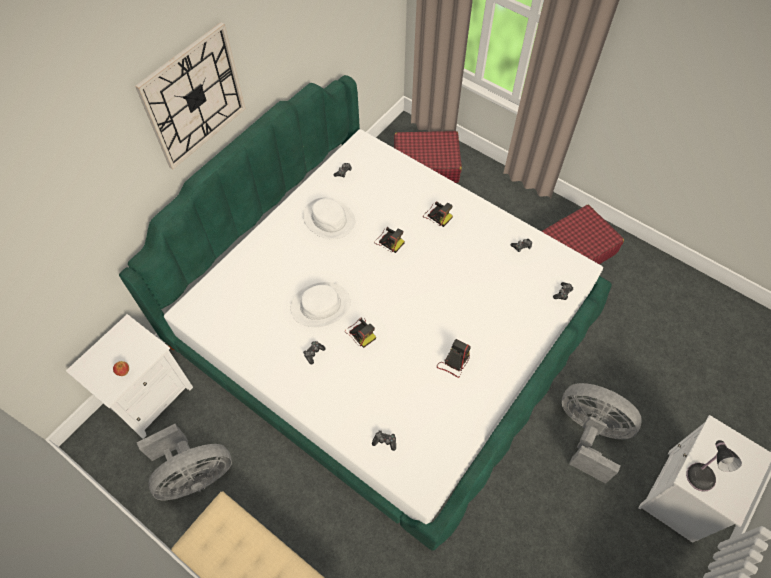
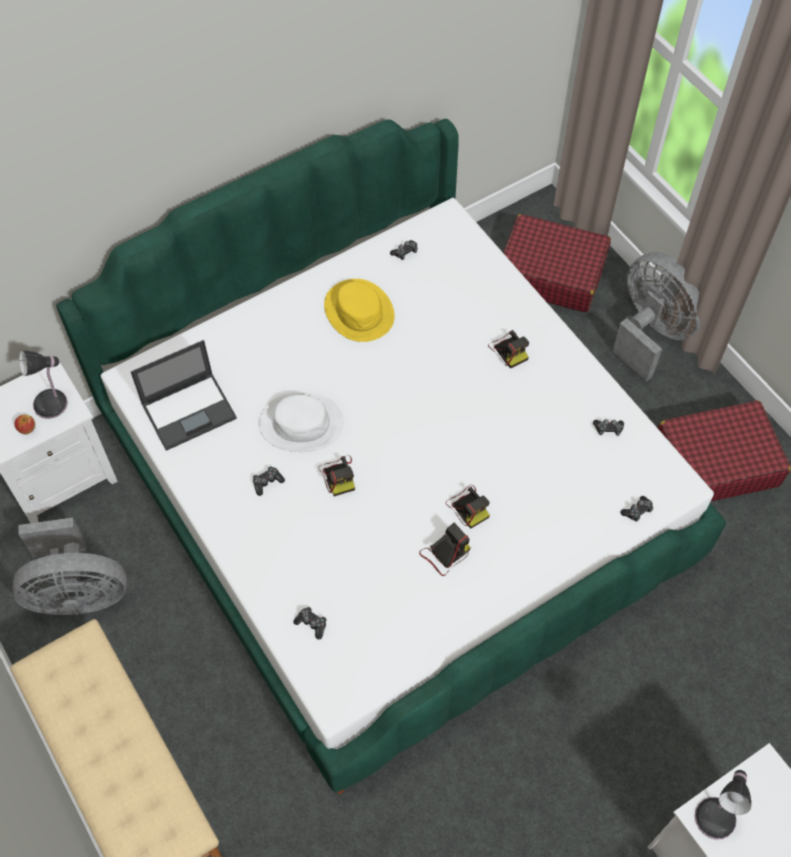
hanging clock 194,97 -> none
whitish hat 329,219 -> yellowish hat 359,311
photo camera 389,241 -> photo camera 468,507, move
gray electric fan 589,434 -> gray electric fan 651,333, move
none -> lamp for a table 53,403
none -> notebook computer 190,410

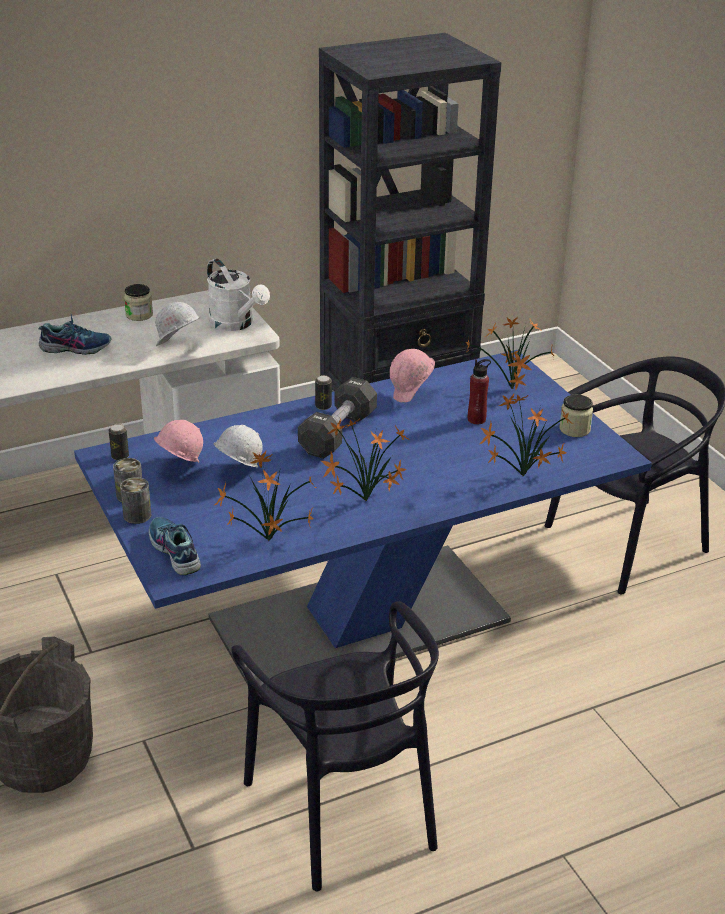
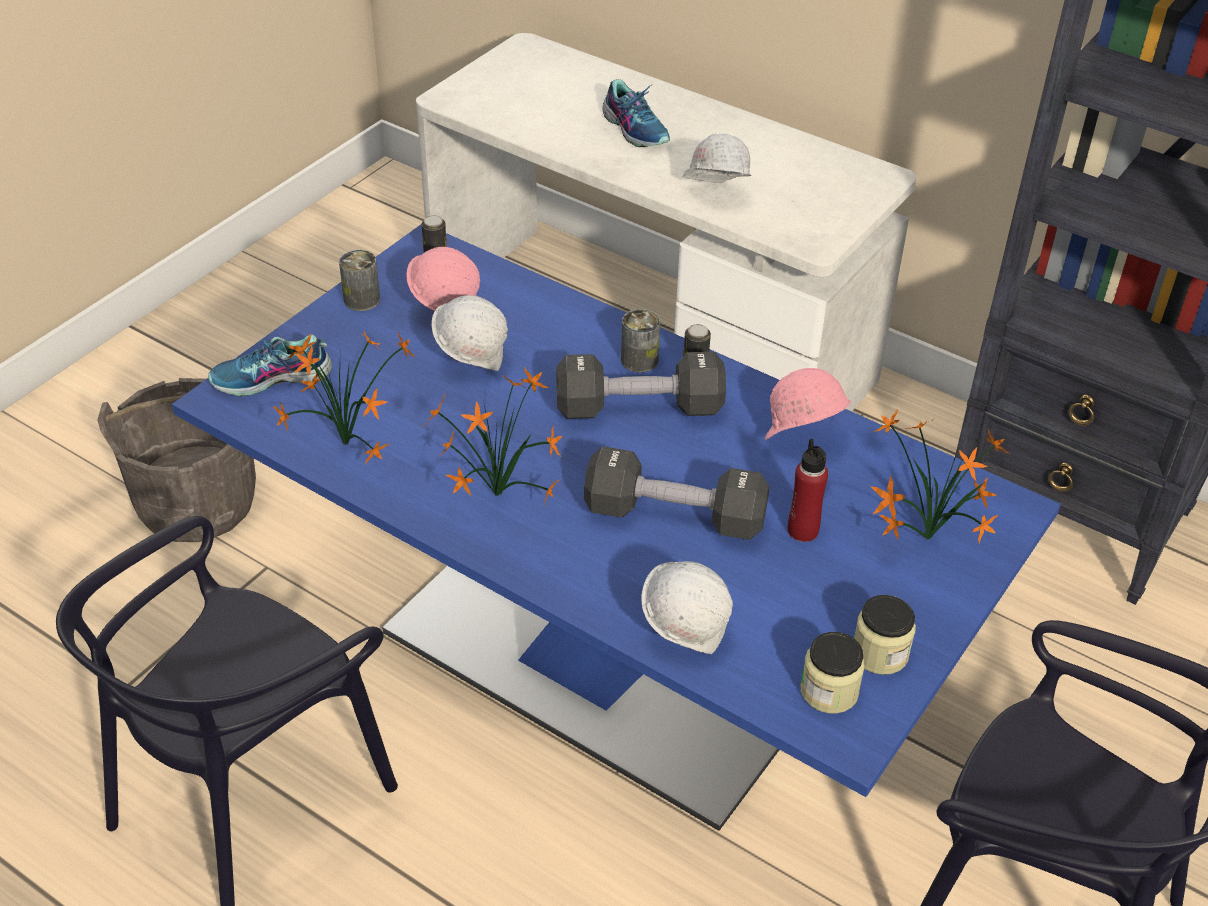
metal can 137,515 -> metal can 639,360, move
storage jar 139,315 -> storage jar 829,691, move
item of footwear 174,552 -> item of footwear 272,379, 135 degrees counterclockwise
whitish sprinkling can 236,324 -> none
houseplant 520,476 -> whitish safety helmet 687,633
none -> black-coloured free weight 674,516

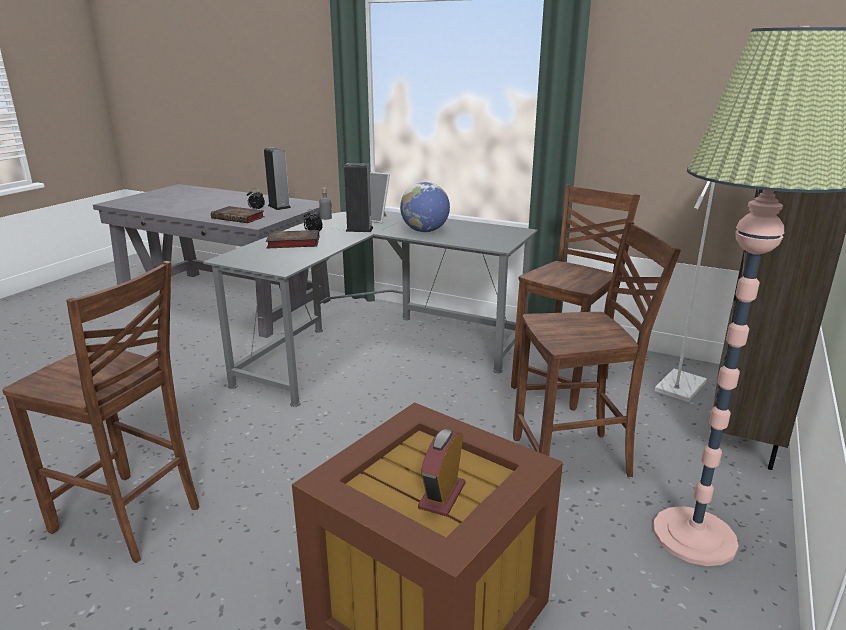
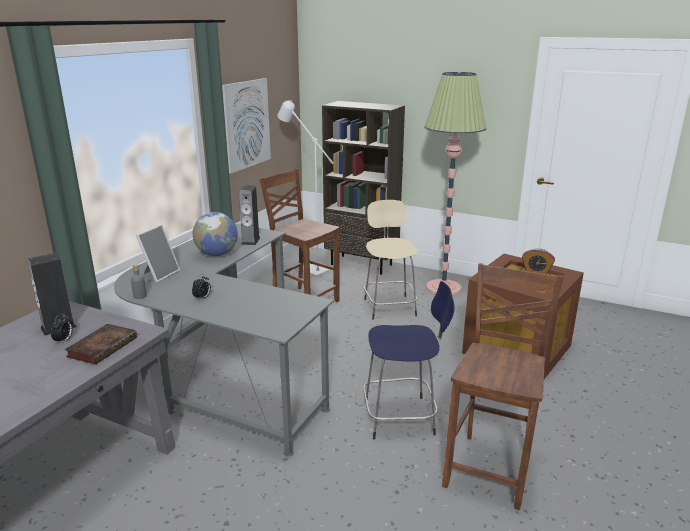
volume 292,243 -> none
audio speaker 359,229 -> audio speaker 250,241, move
brownish upright chair 574,459 -> sand-coloured stool seat 389,306
none -> wall picture 247,124
none -> blue-coloured stool seat 402,417

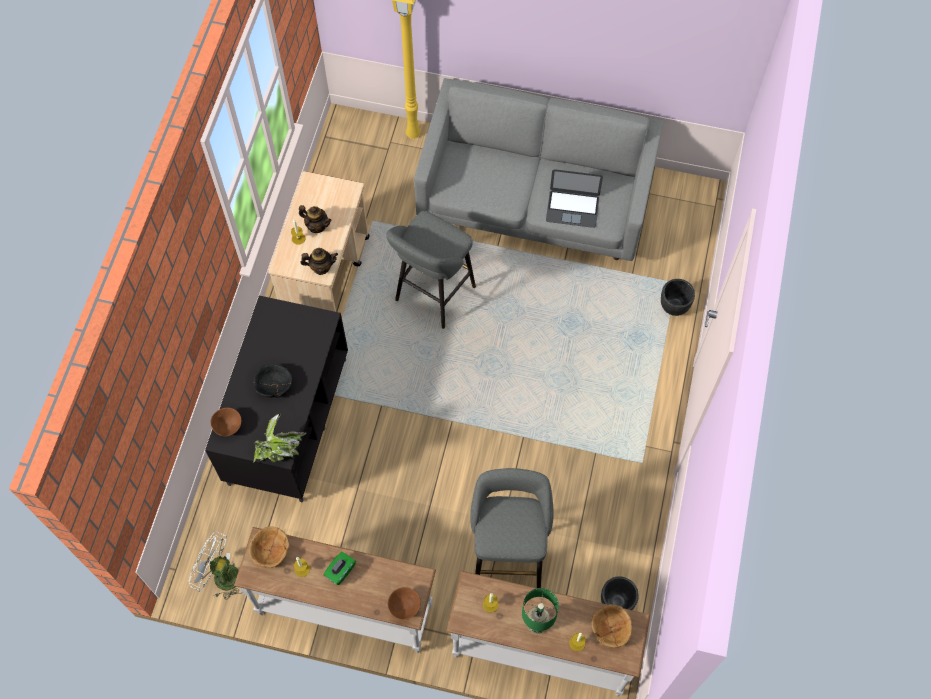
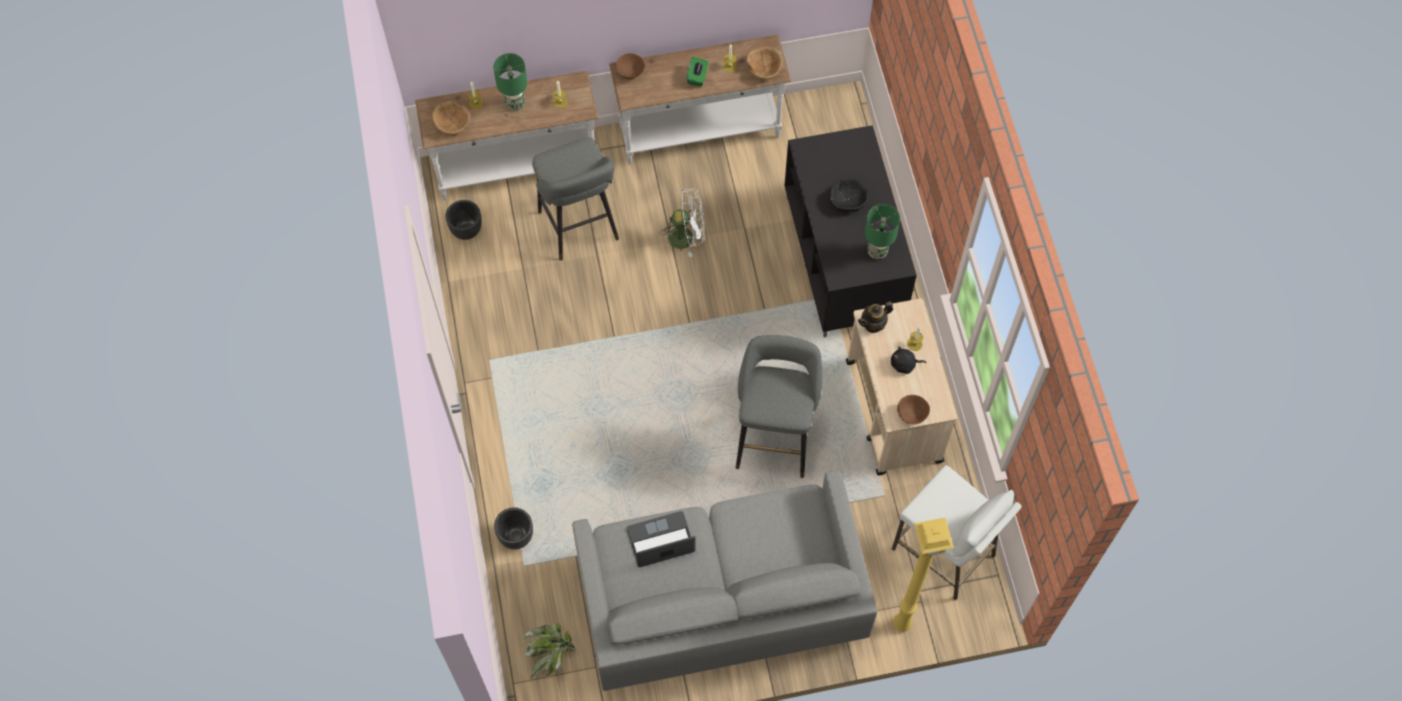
whitish electric fan 220,576 -> whitish electric fan 686,236, move
brownish deep dish 228,427 -> brownish deep dish 911,414, move
houseplant 279,451 -> houseplant 550,655, move
tea pot 317,226 -> black-coloured soft toy 904,364
none -> green-coloured lamp for a table 877,251
none -> whitish stool seat 944,552

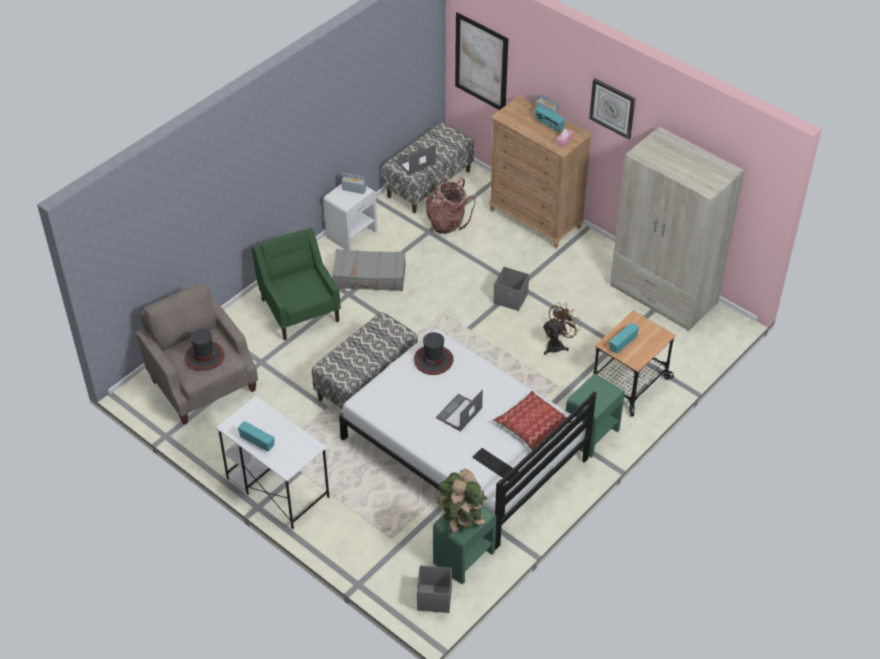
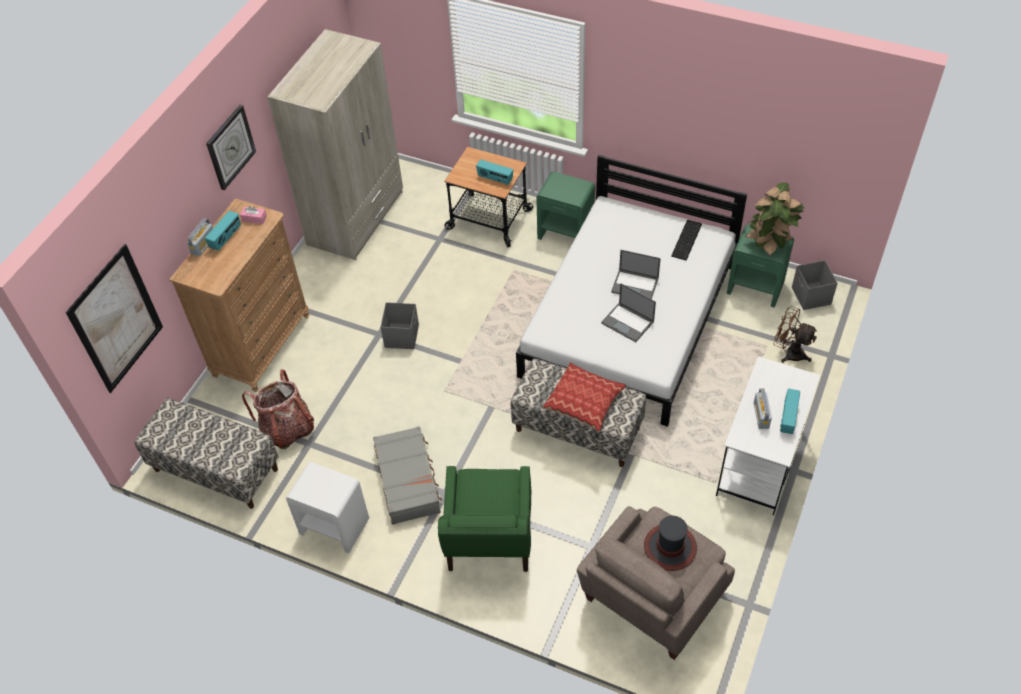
green-coloured armchair 299,309 -> green-coloured armchair 489,537, 45 degrees counterclockwise
radio set 354,189 -> radio set 761,415, move
notebook computer 415,162 -> notebook computer 628,322, move
hat 433,360 -> none
pillow 532,426 -> pillow 584,402, move
brownish electric fan 557,344 -> brownish electric fan 789,352, move

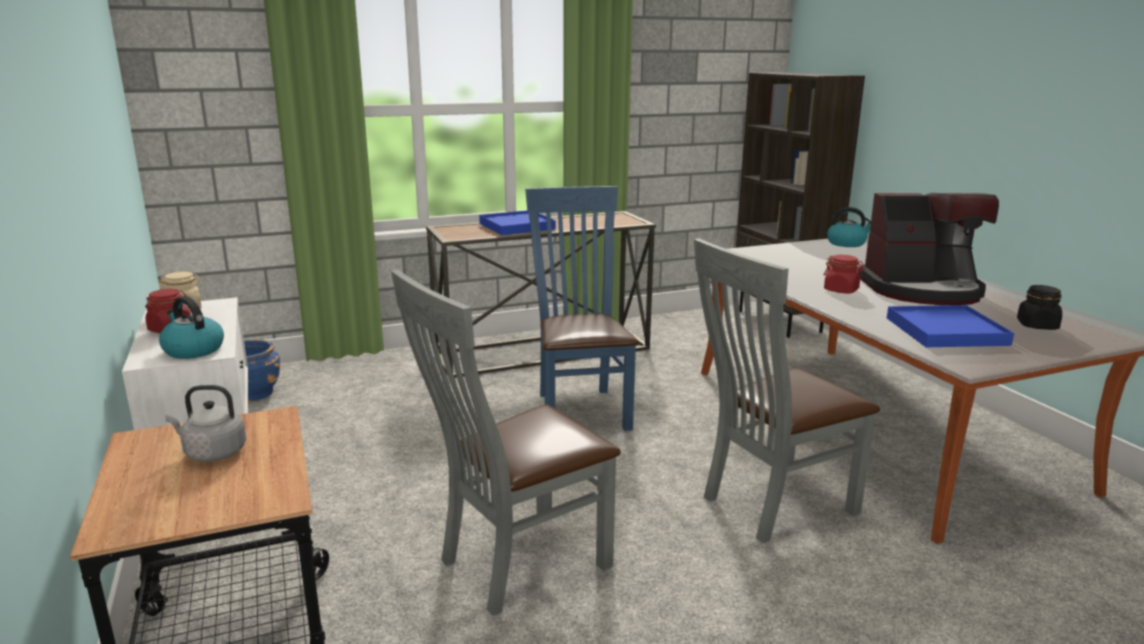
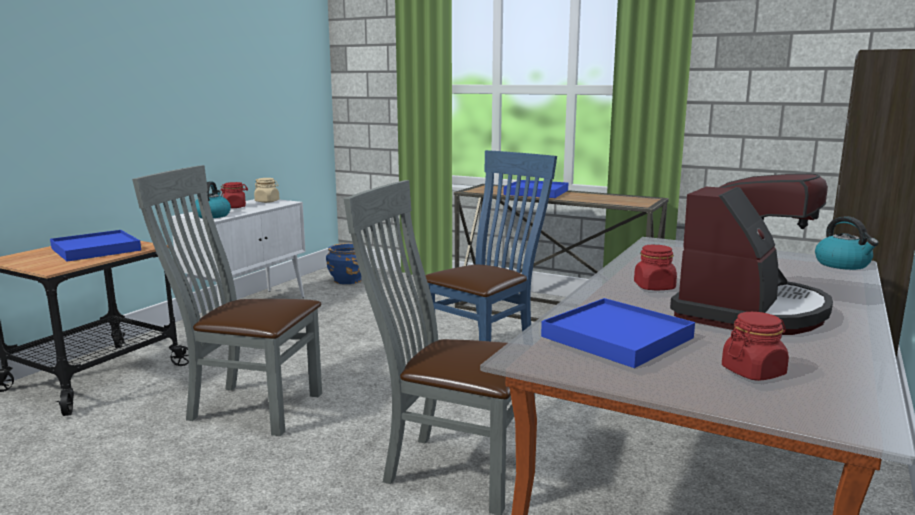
gray tea kettle 212,453 -> blue-coloured serving tray 95,249
coffee maker 922,290 -> coffee maker 749,311, 105 degrees counterclockwise
black-coloured storage jar 1036,325 -> red storage jar 753,372

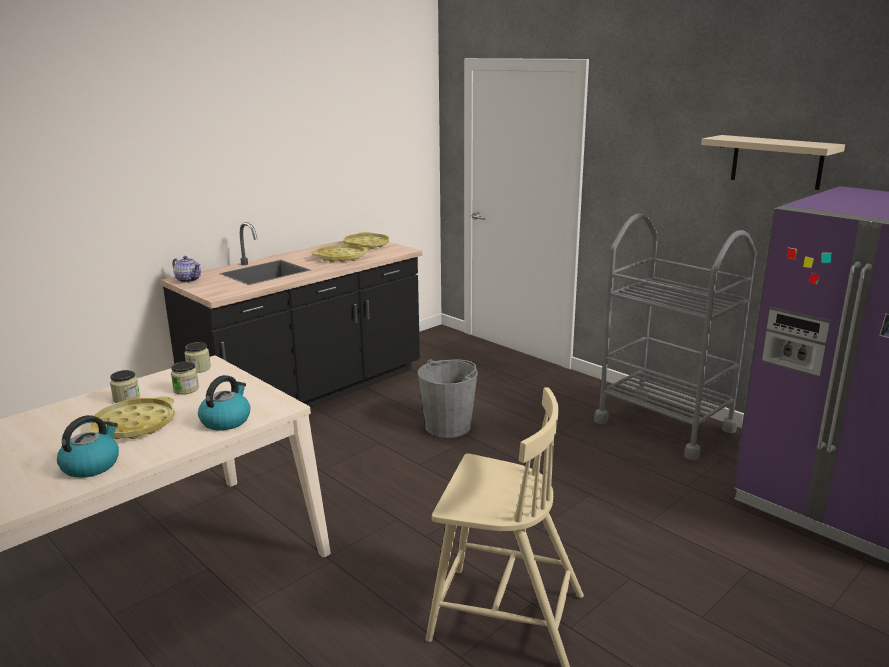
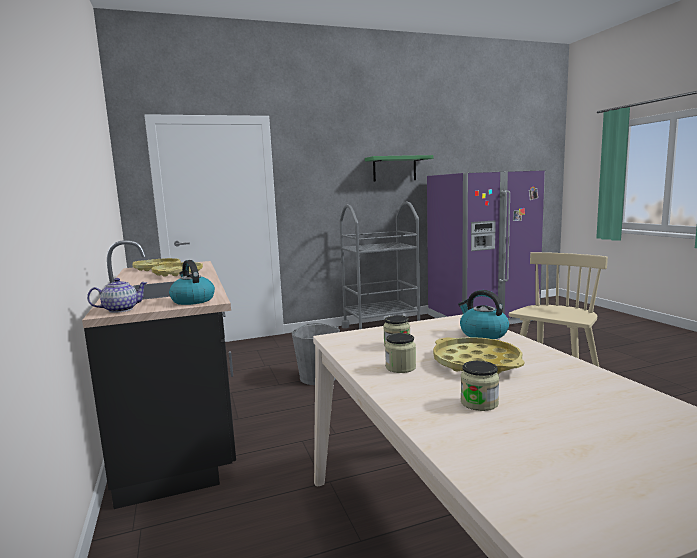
tea kettle 91,465 -> tea kettle 192,300, move
storage jar 199,368 -> storage jar 479,403, move
sand-coloured bracket shelf 776,162 -> green-coloured bracket shelf 394,169

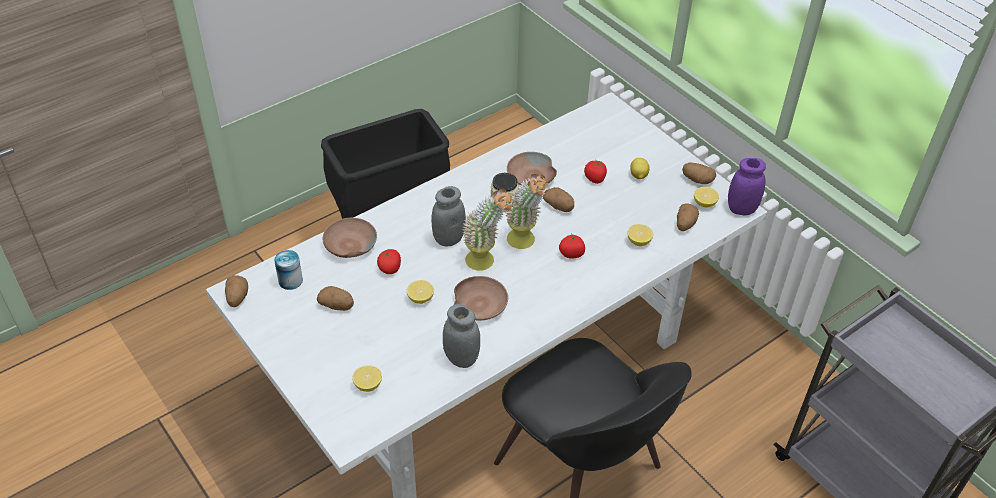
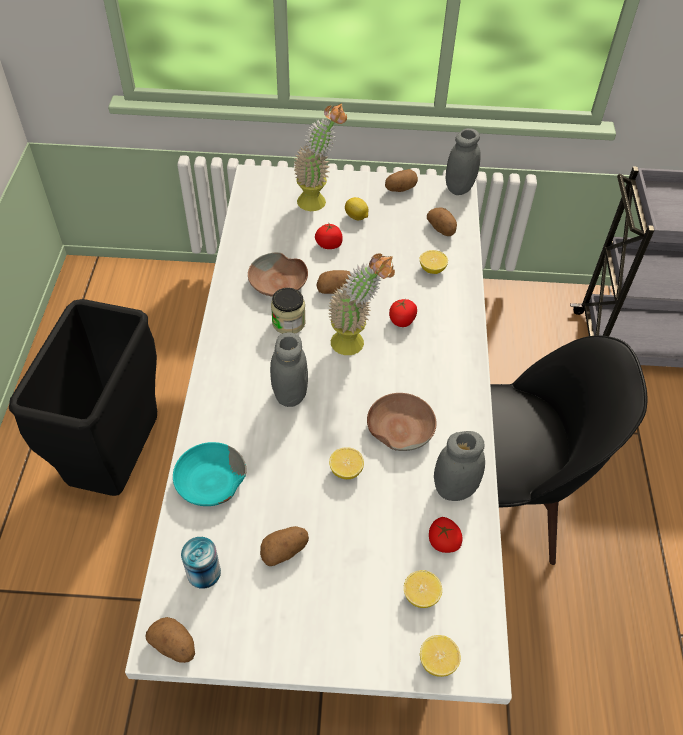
brownish deep dish 349,245 -> turquoise deep dish 210,482
tomato 390,268 -> tomato 443,541, move
houseplant 486,262 -> houseplant 318,200, move
lemon 704,203 -> lemon 438,661, move
purple-coloured storage jar 741,209 -> gray storage jar 459,188

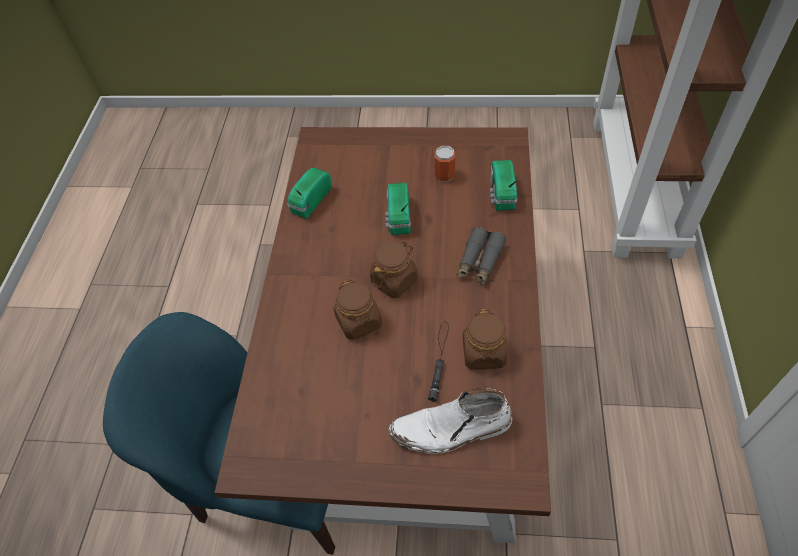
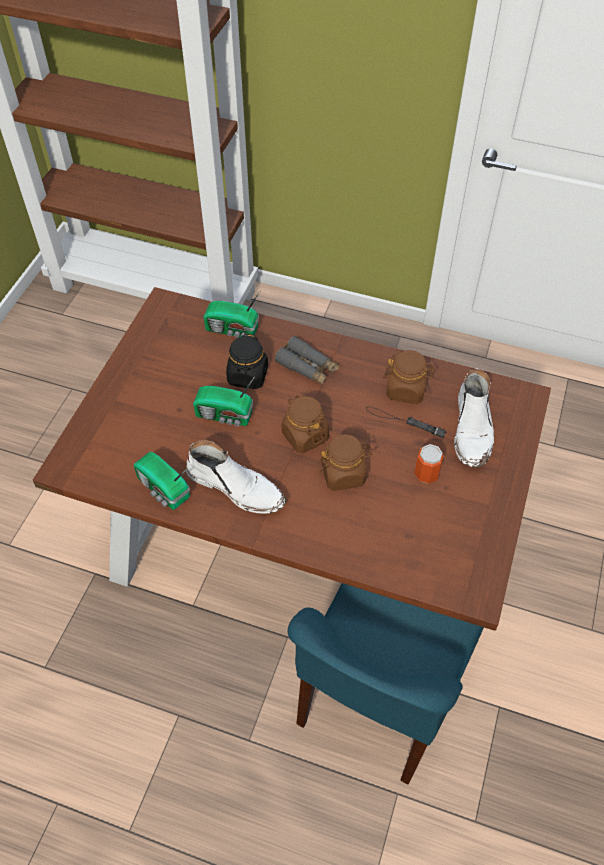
metal can 445,175 -> metal can 426,474, move
none -> whitish tall boot 236,487
none -> black-coloured storage jar 248,376

